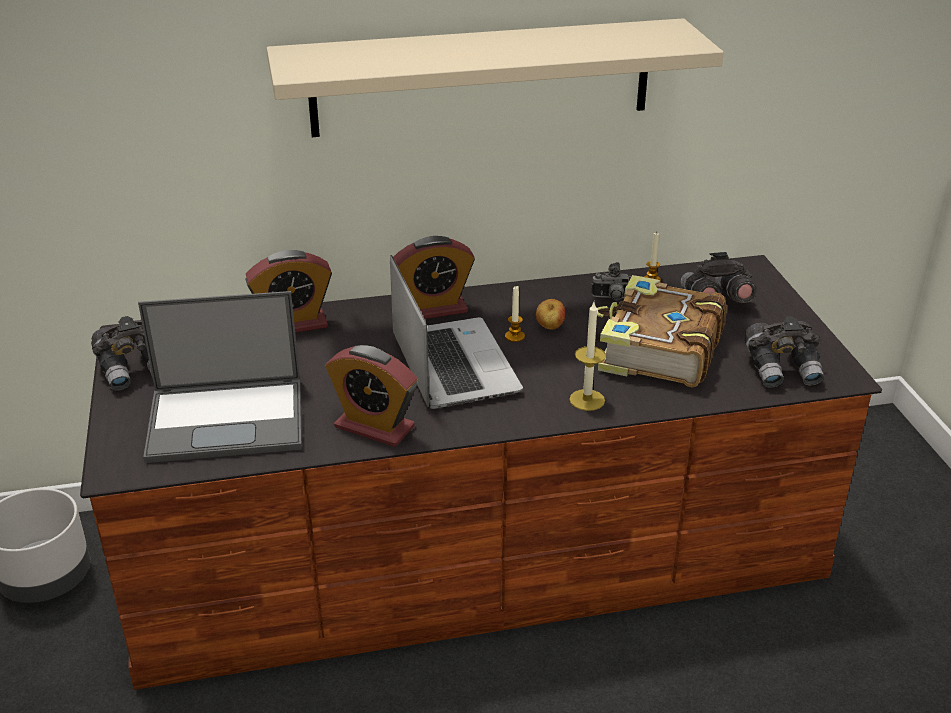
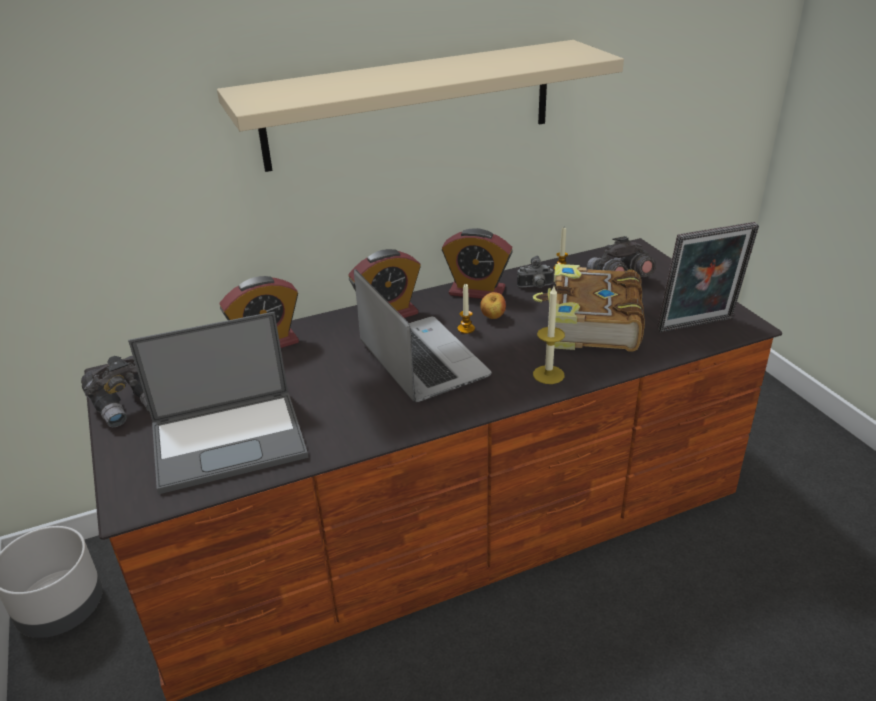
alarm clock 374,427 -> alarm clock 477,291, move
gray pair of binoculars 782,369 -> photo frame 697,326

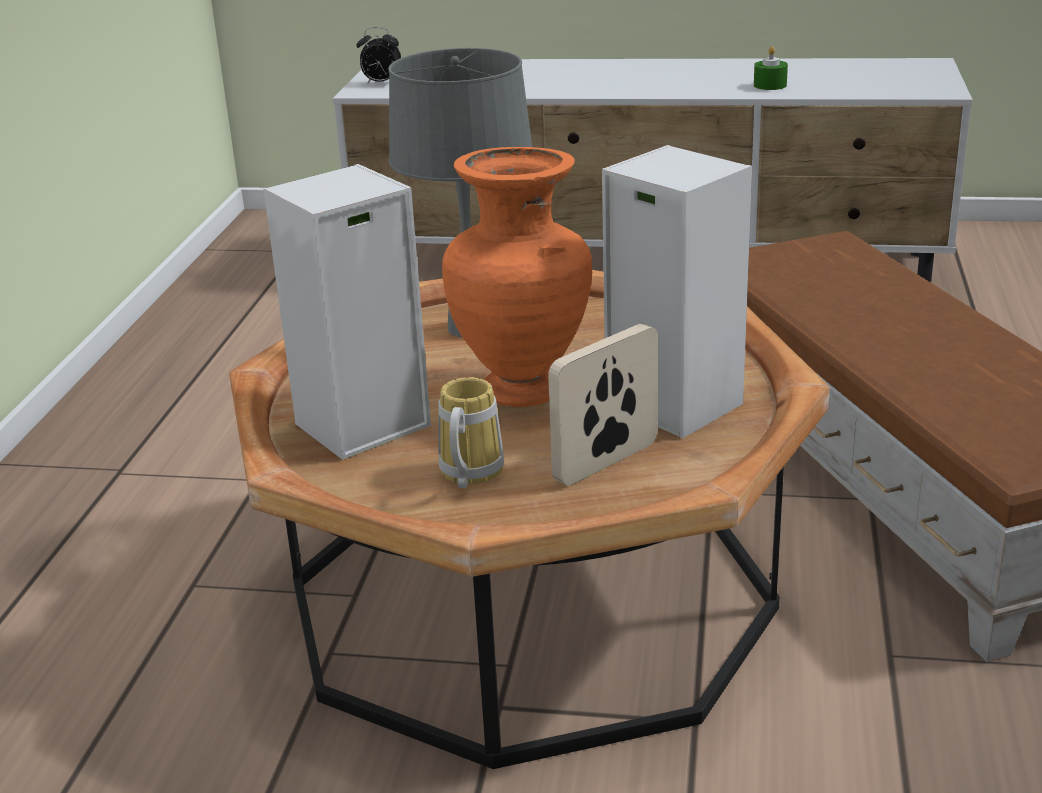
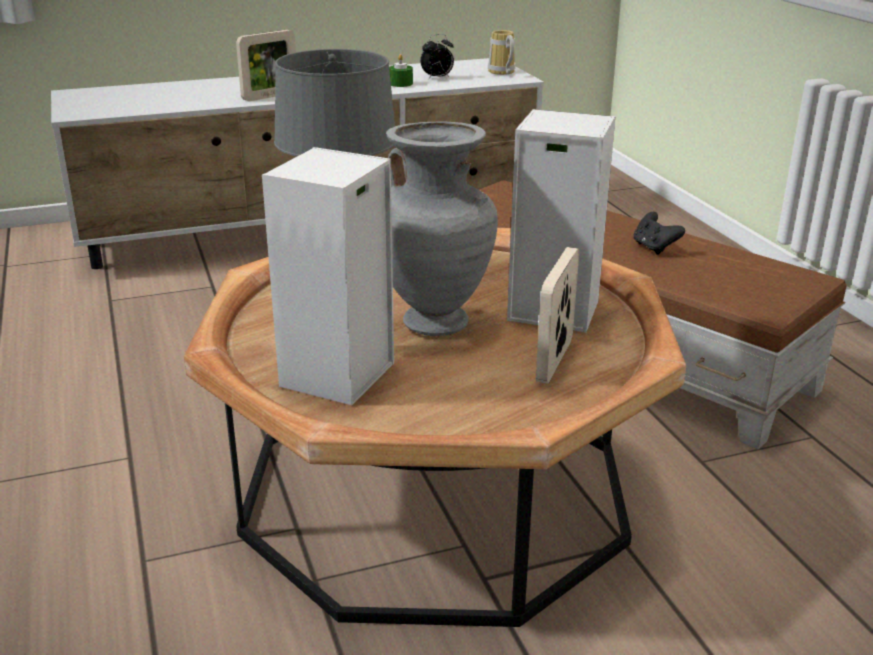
alarm clock 381,83 -> alarm clock 437,78, move
mug 466,475 -> mug 501,73, move
orange flower vase 524,391 -> gray flower vase 436,323
none -> photo frame 270,96
none -> black-coloured joypad 654,248

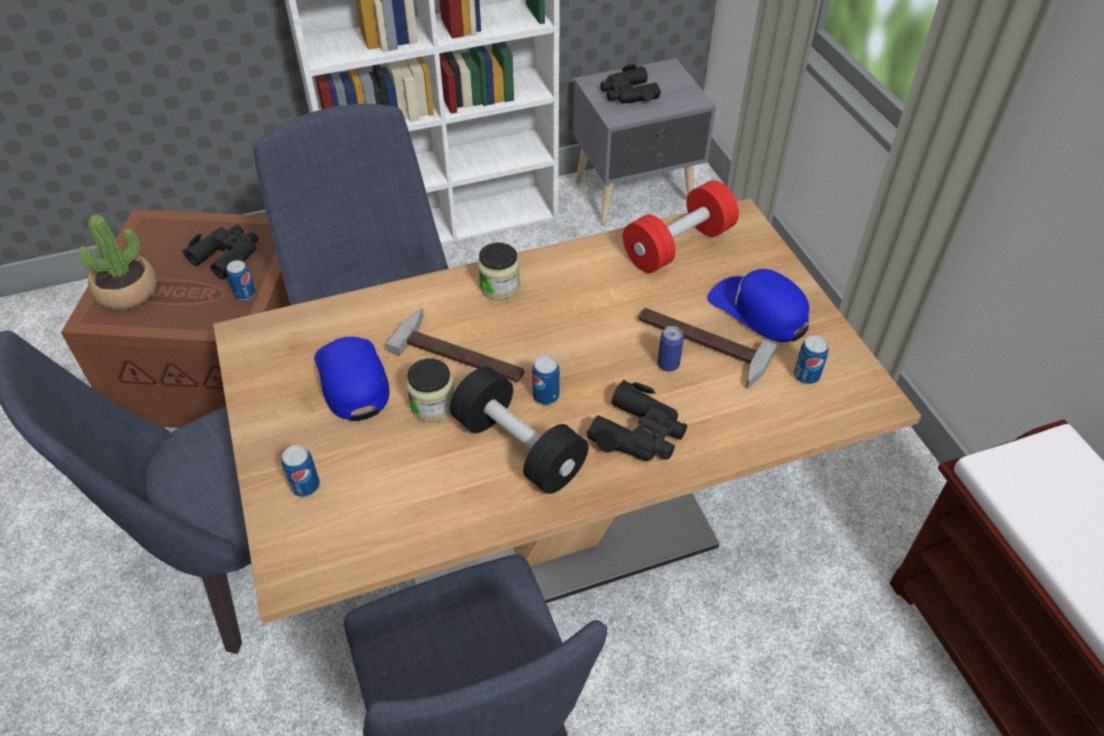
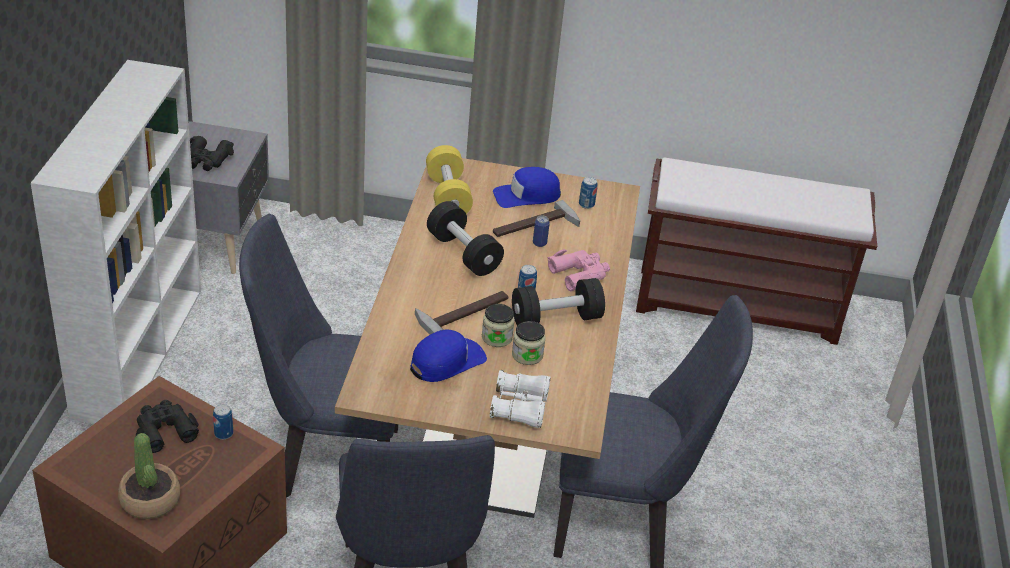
metal can 305,486 -> whitish pair of binoculars 519,407
blue-coloured cap 352,379 -> blue-coloured cap 447,361, 135 degrees clockwise
storage jar 499,286 -> storage jar 527,355, move
black-coloured pair of binoculars 639,433 -> pink-coloured pair of binoculars 579,274
red free weight 678,246 -> yellowish free weight 447,196
none -> black-coloured free weight 463,253

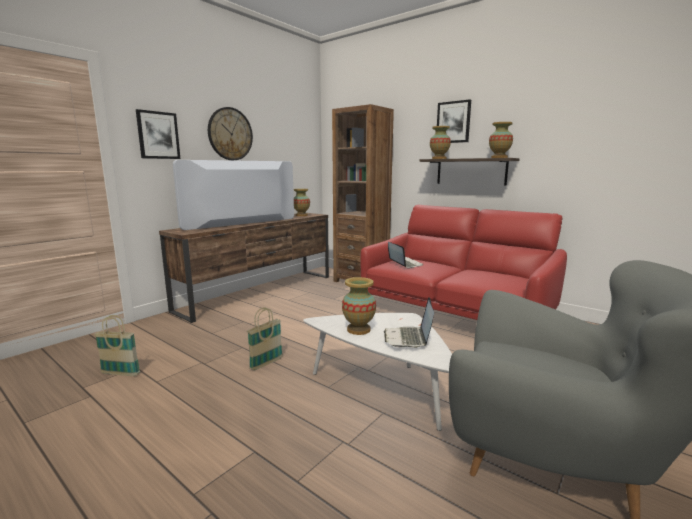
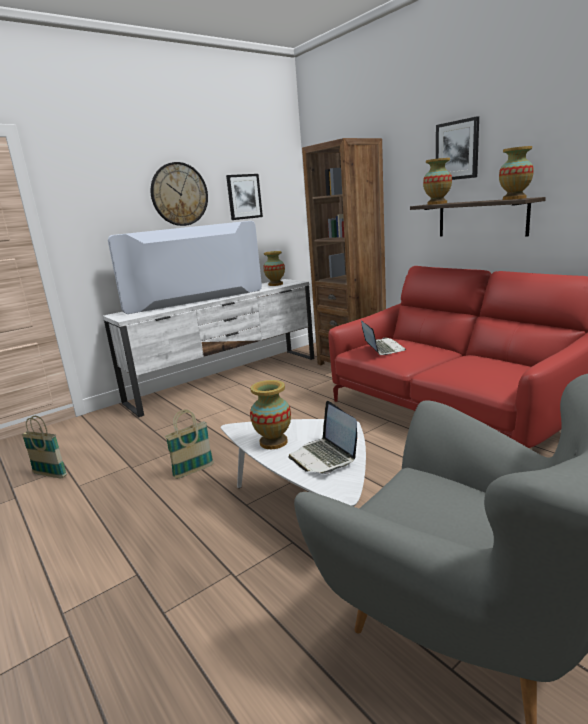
wall picture 158,135 -> wall picture 244,196, move
brownish tv unit 260,292 -> whitish tv unit 227,379
notebook computer 408,338 -> notebook computer 324,457, 45 degrees counterclockwise

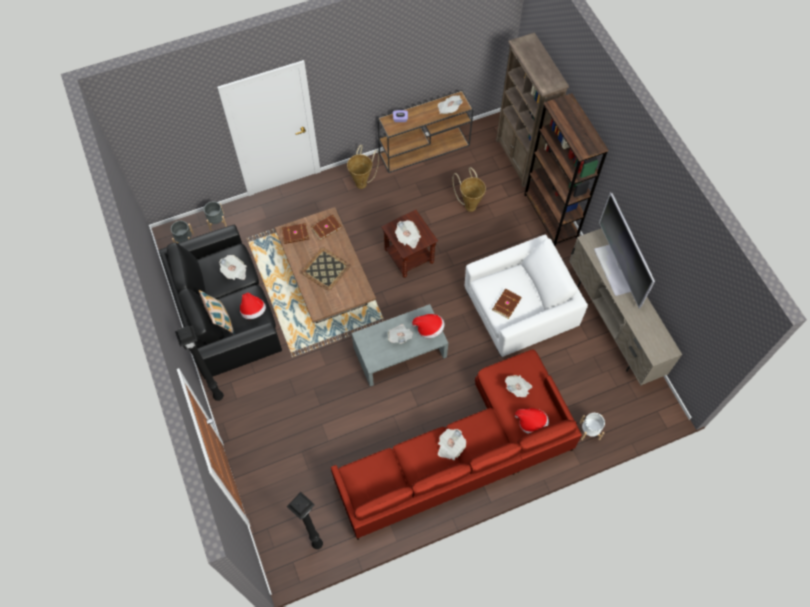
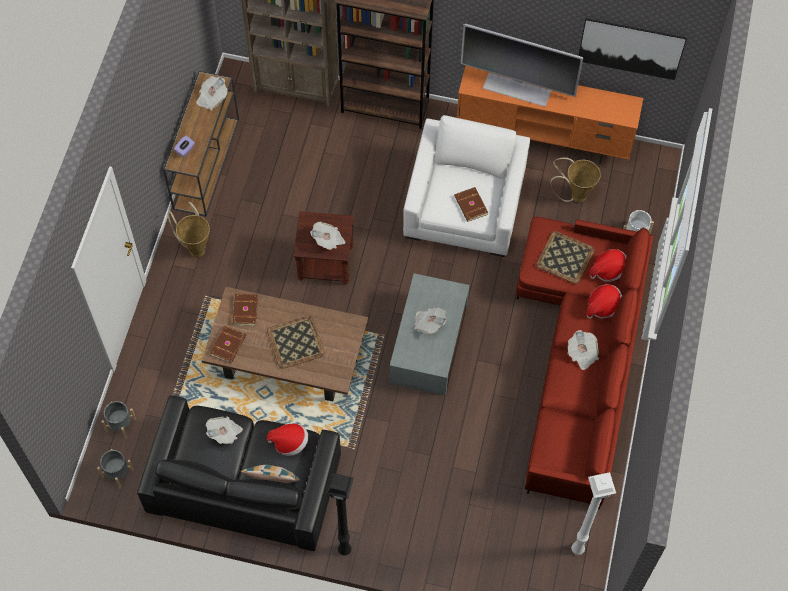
black-coloured floor lamp 318,544 -> whitish floor lamp 578,548
hat 429,329 -> hat 602,306, move
storage basket 469,204 -> storage basket 574,195, move
newspaper 518,388 -> serving tray 565,257
sand-coloured tv unit 613,324 -> orange tv unit 544,138
none -> wall picture 631,48

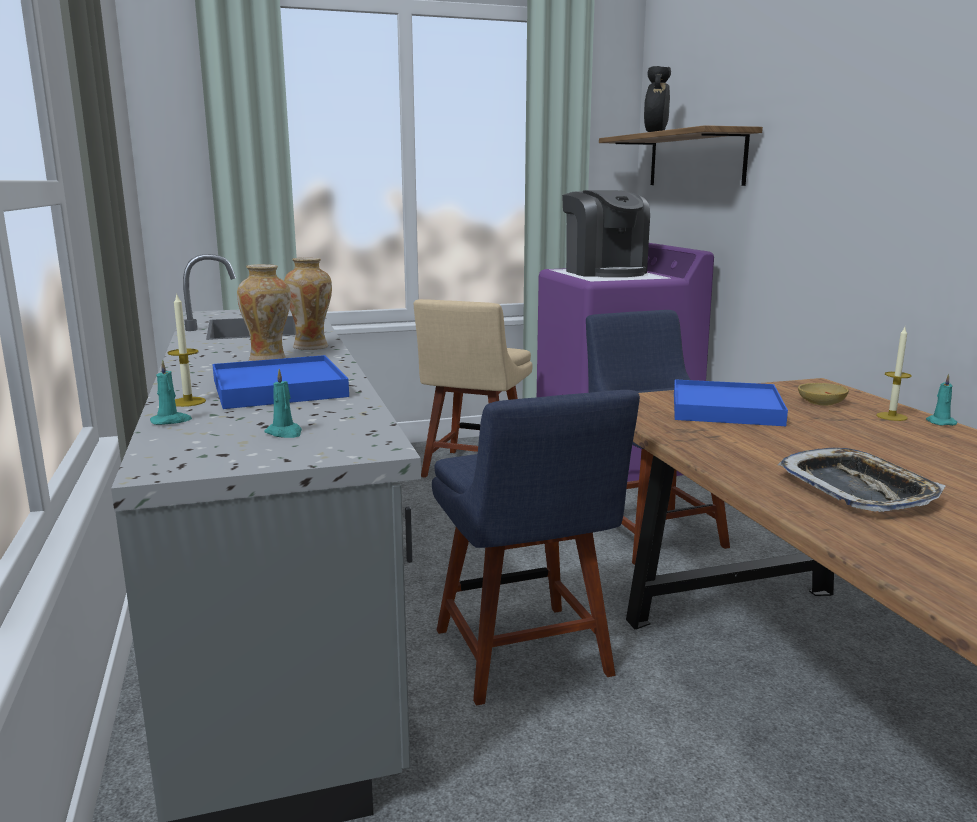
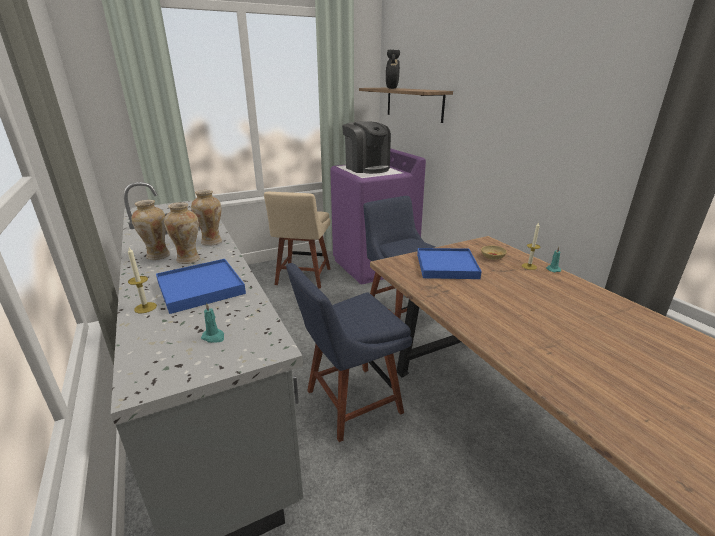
turquoise wax candle 171,421 -> none
blue-coloured upright chair 525,657 -> blue-coloured upright chair 349,403, 90 degrees clockwise
serving tray 857,489 -> none
none -> flower vase 157,256

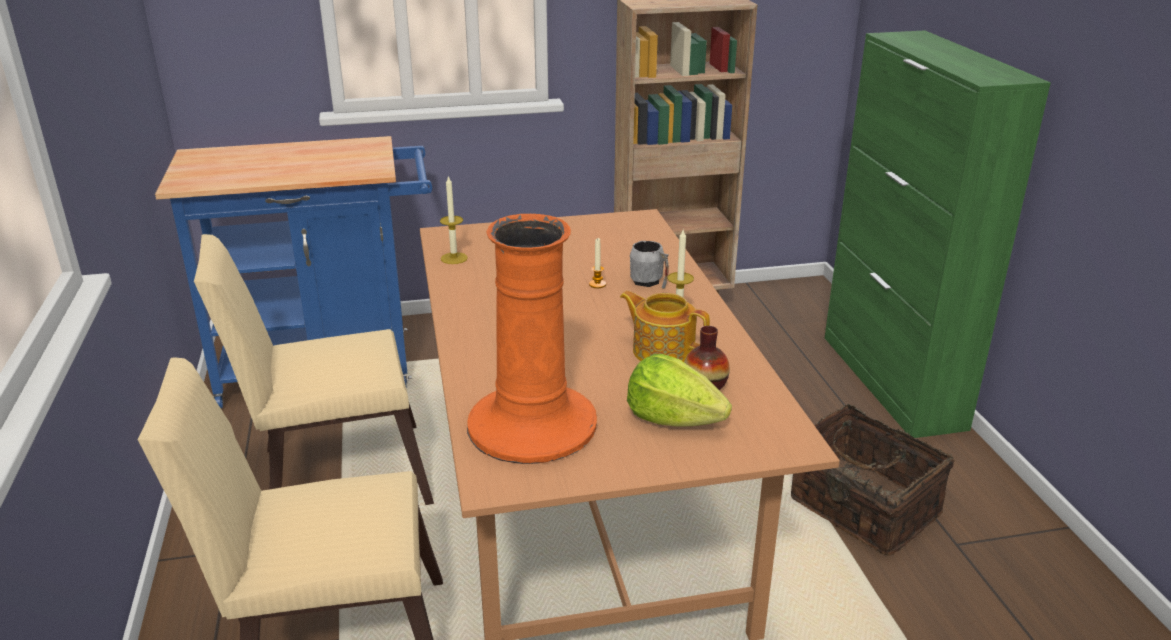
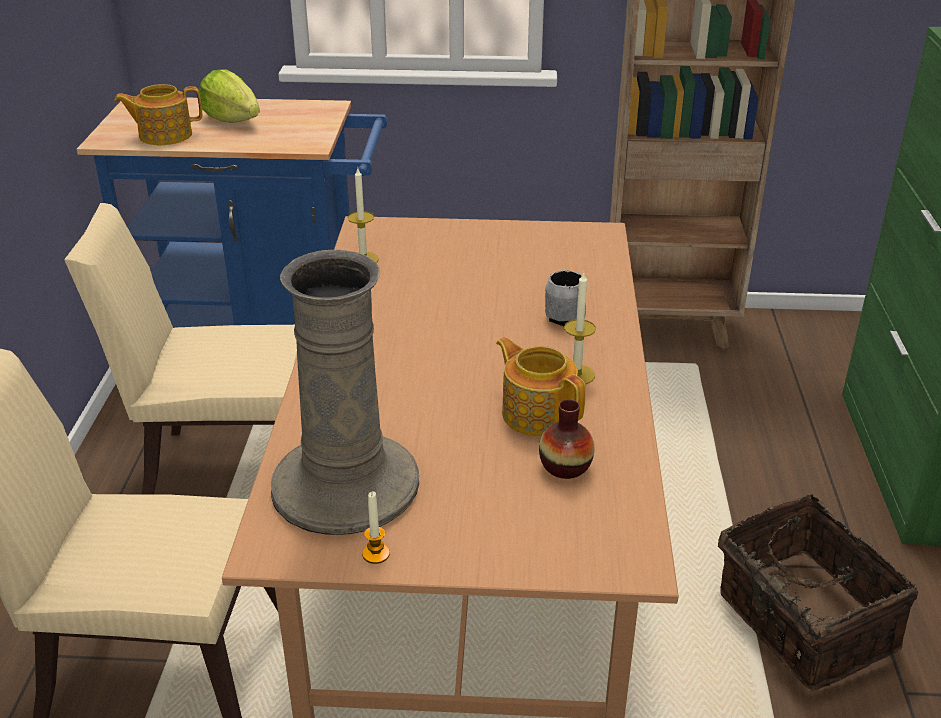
orange flower vase 531,425 -> sand-coloured flower vase 344,484
wax candle 597,284 -> wax candle 376,554, move
head of lettuce 673,419 -> head of lettuce 233,120, move
none -> tea pot 164,135

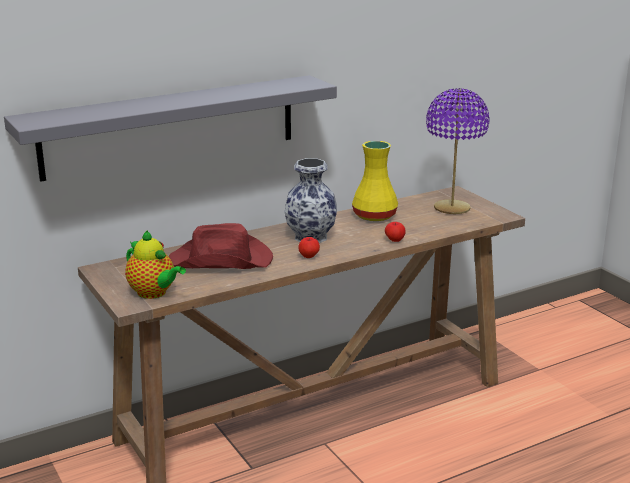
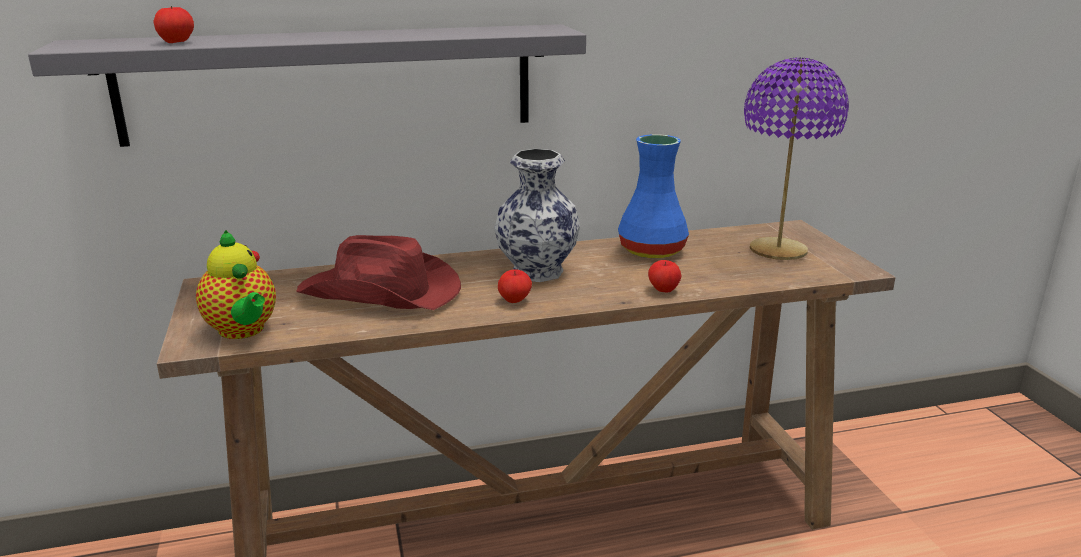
yellowish flower vase 375,216 -> blue-coloured flower vase 652,251
none -> whole apple 176,42

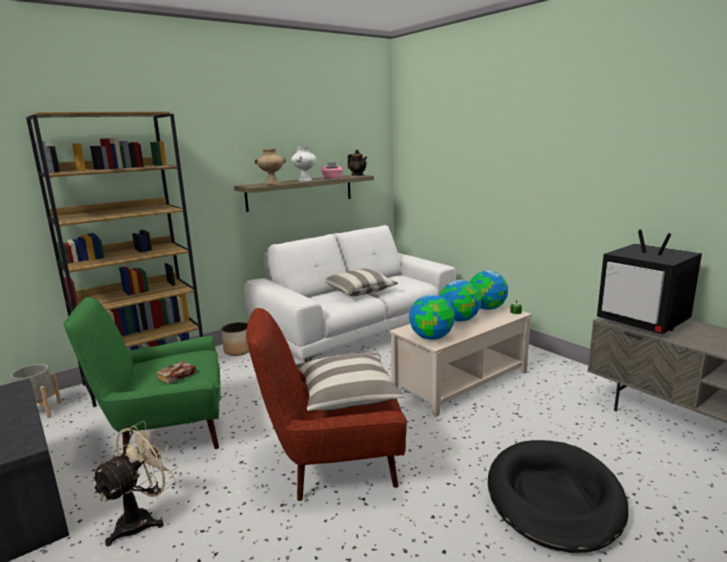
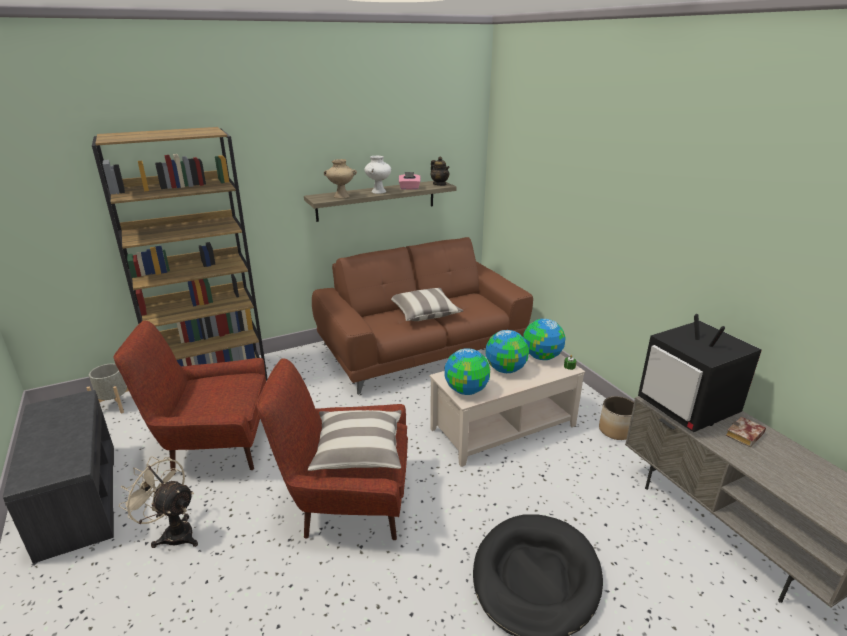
green-coloured armchair 166,433 -> red armchair 214,446
sand-coloured electric fan 142,519 -> sand-coloured electric fan 173,533, 105 degrees counterclockwise
volume 176,376 -> volume 745,436, move
planter 238,350 -> planter 616,430, move
whitish settee 355,330 -> brownish settee 422,347

